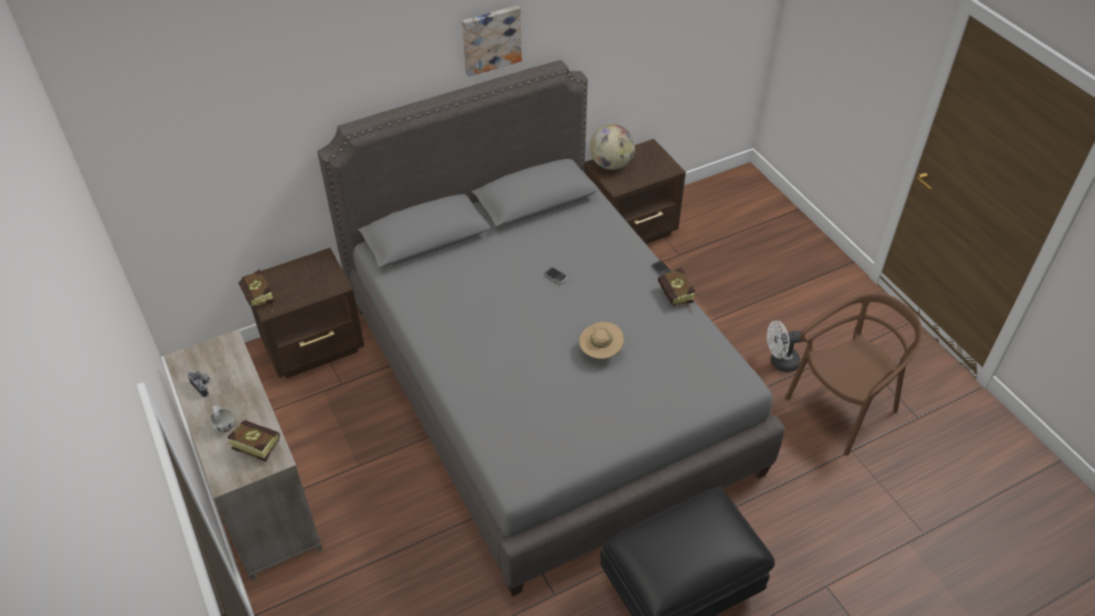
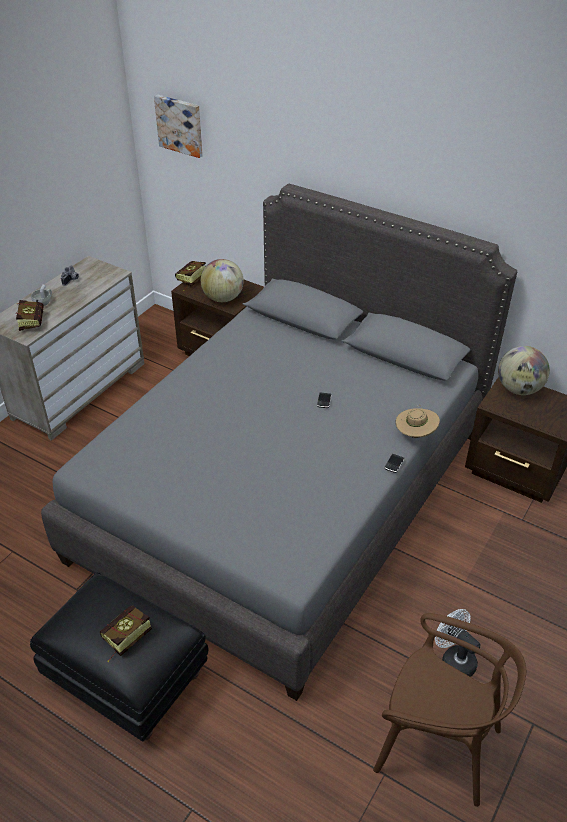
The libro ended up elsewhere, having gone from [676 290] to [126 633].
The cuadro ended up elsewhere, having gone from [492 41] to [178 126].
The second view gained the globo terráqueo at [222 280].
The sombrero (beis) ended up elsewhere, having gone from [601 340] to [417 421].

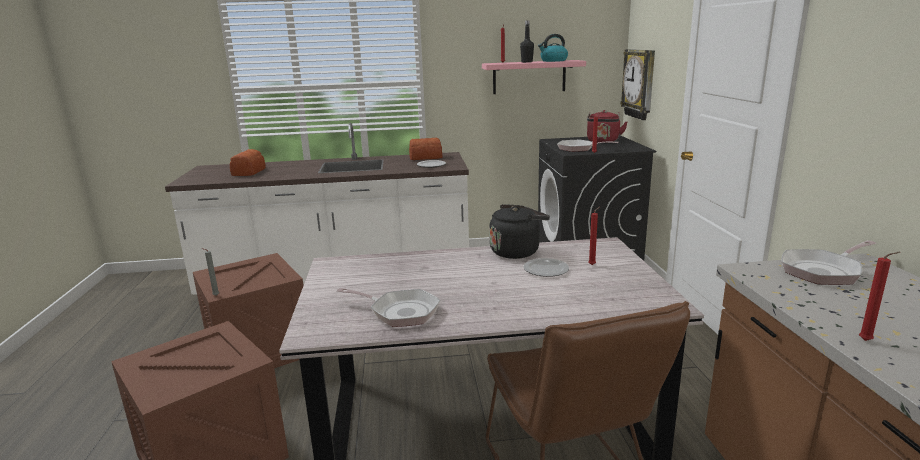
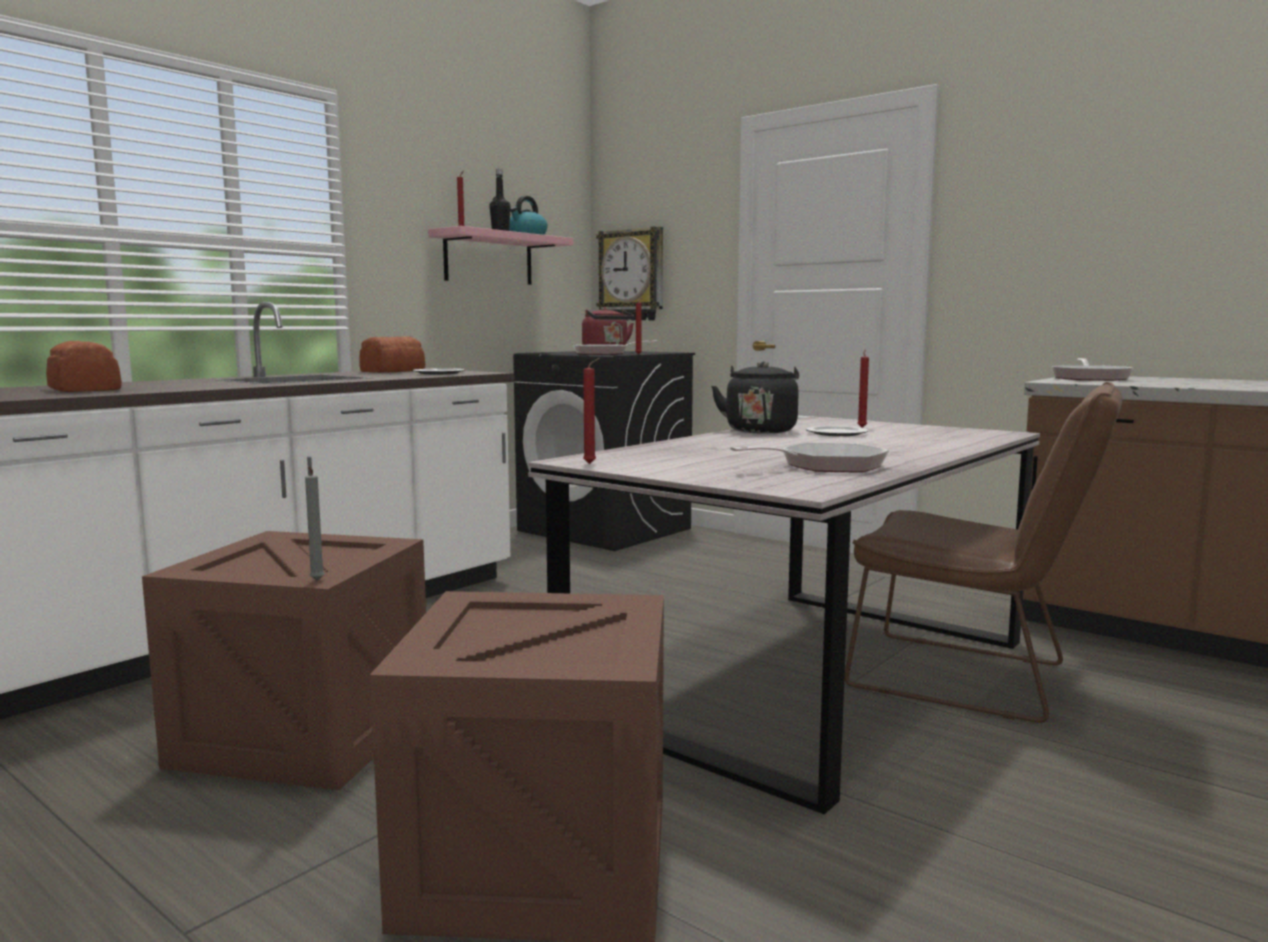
The vela (rojo) ended up elsewhere, having gone from [879 296] to [591 411].

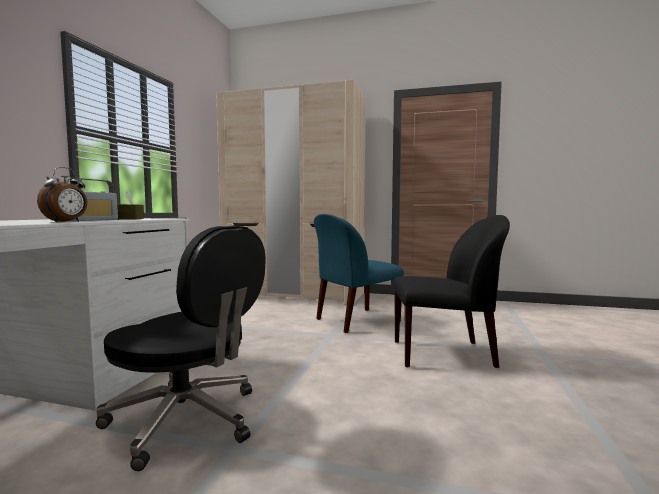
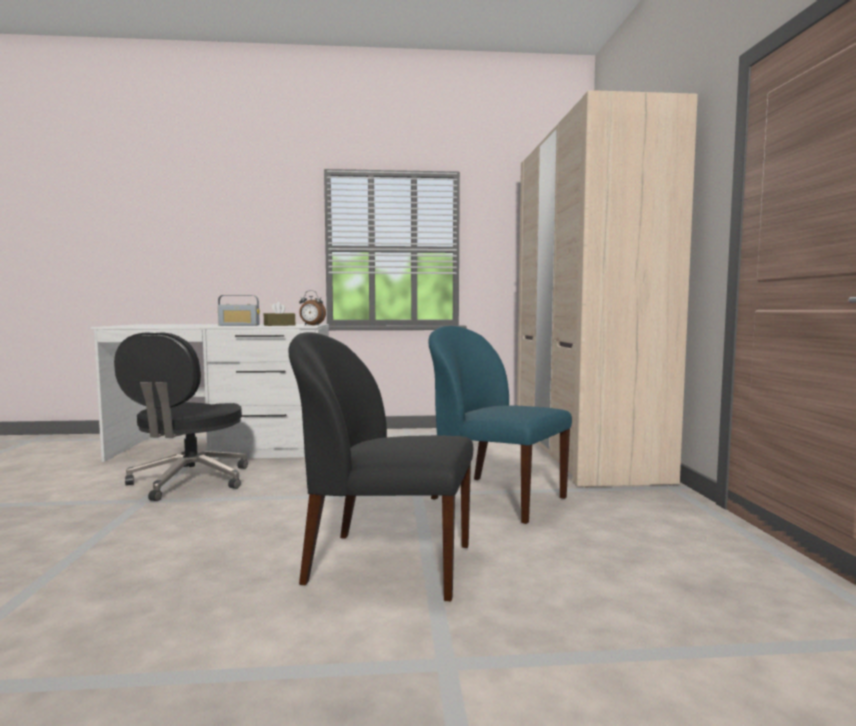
The silla (negro) at [451 291] ended up facing another way, 120 degrees clockwise from before.
The despertador ended up elsewhere, having gone from [62 194] to [312 308].

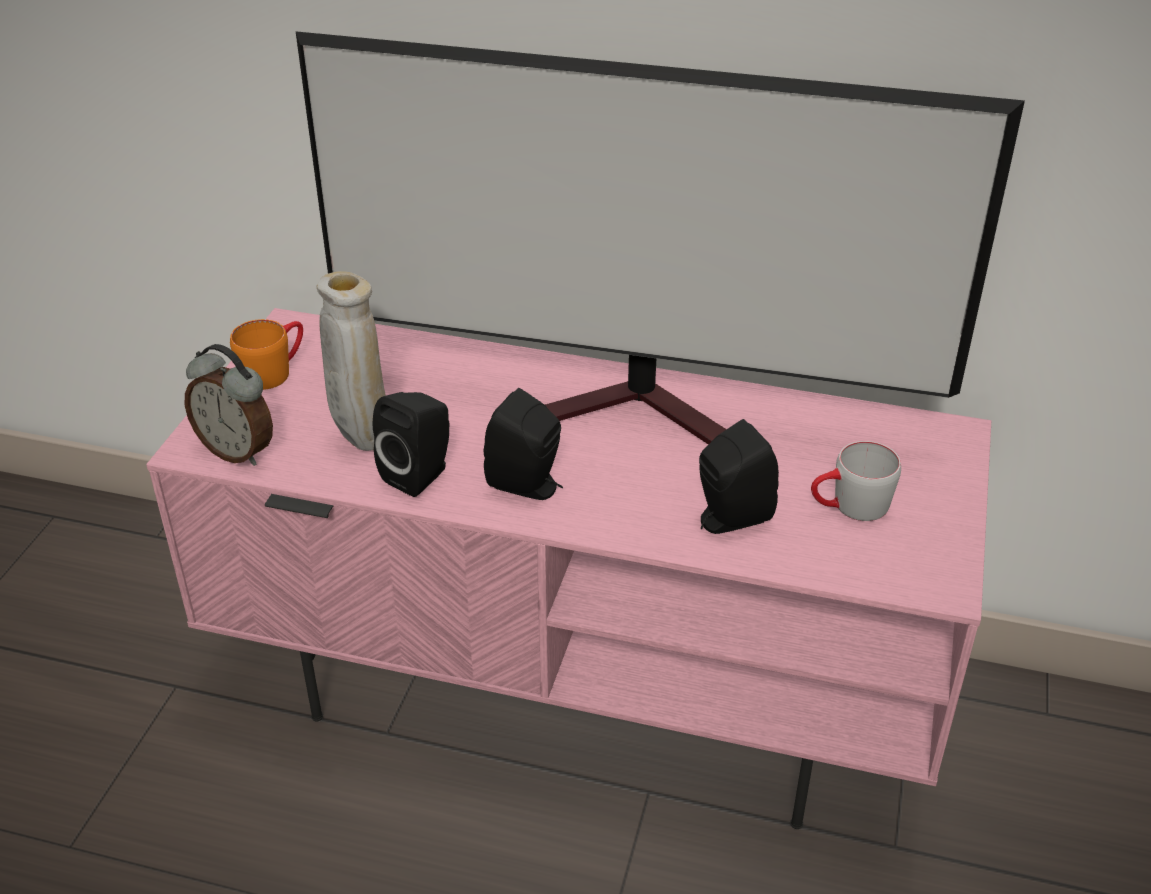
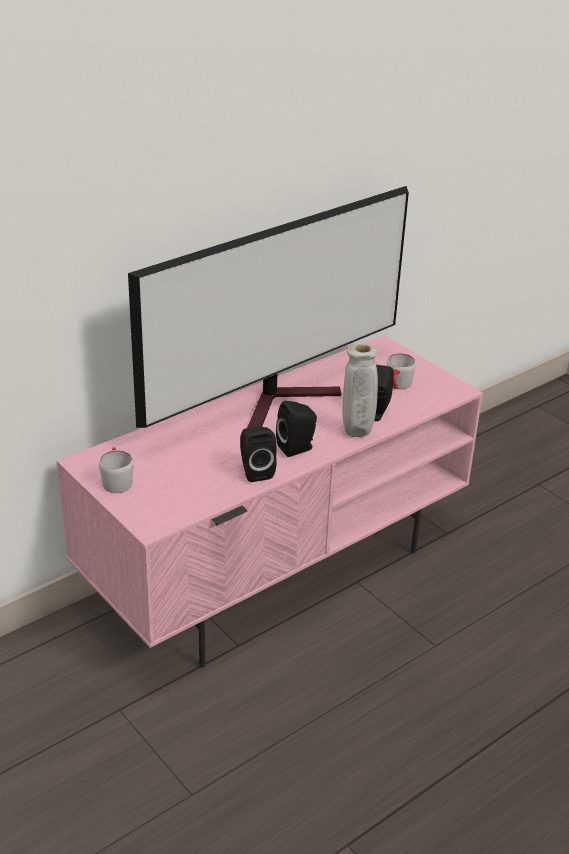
What was the taza grande (naranja) at [266 354] turned into the taza grande (gris) at [116 470].
The florero (beis) ended up elsewhere, having gone from [351 361] to [360 390].
The second view lost the despertador at [229 405].

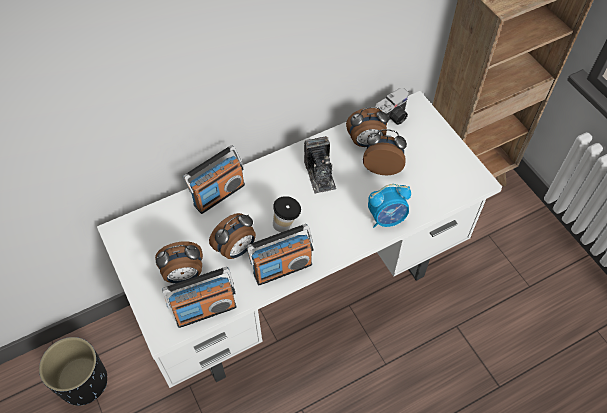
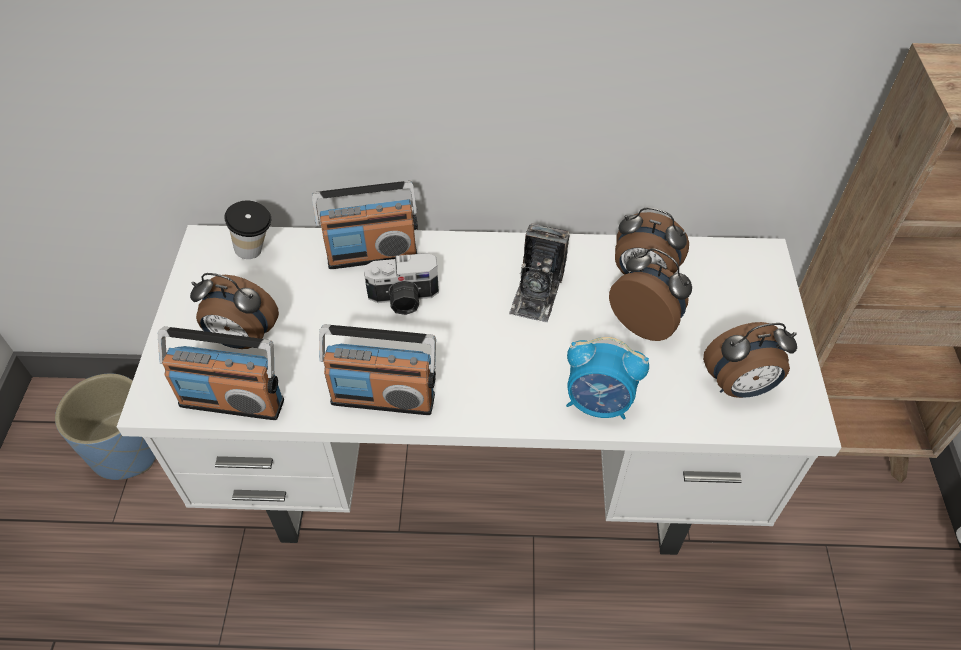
What was the maceta (negro) at [73 371] turned into the maceta (azul) at [105 427].
The taza ended up elsewhere, having gone from [287 214] to [247 230].
The cámara ended up elsewhere, having gone from [392 106] to [401 284].
The despertador ended up elsewhere, having gone from [232 236] to [750 360].

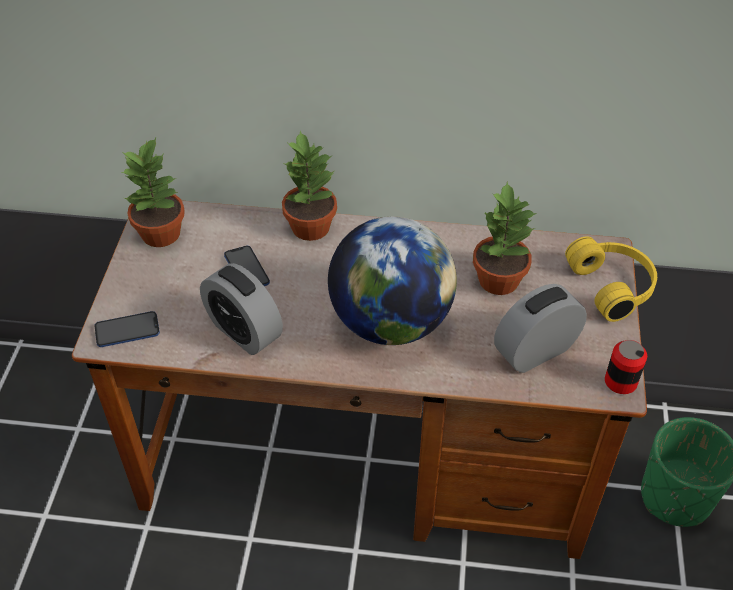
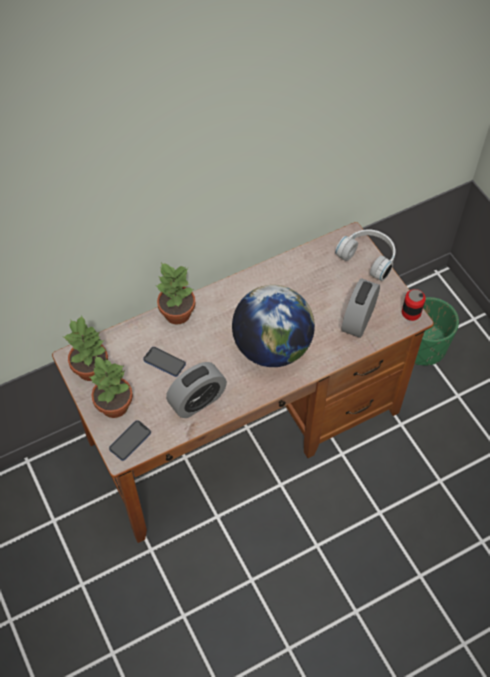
The planta en maceta ended up elsewhere, having gone from [505 238] to [111 386].
The despertador at [241 309] ended up facing another way, 45 degrees counterclockwise from before.
What was the auriculares (amarillo) at [611 279] turned into the auriculares (blanco) at [365 255].

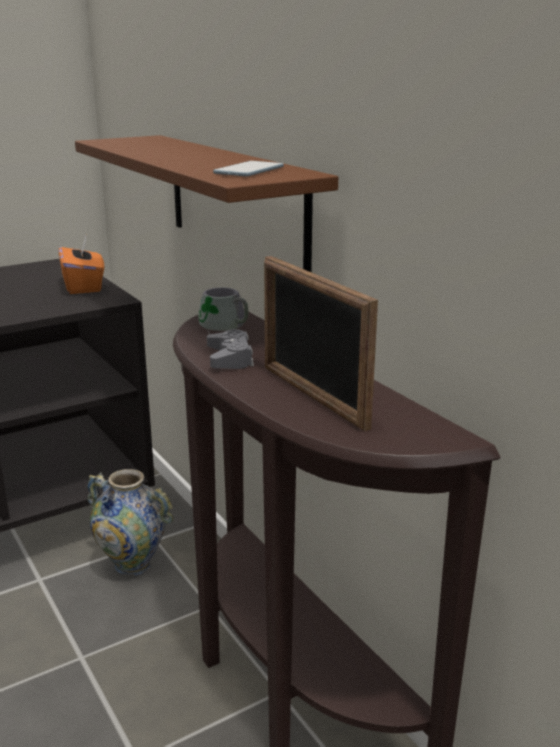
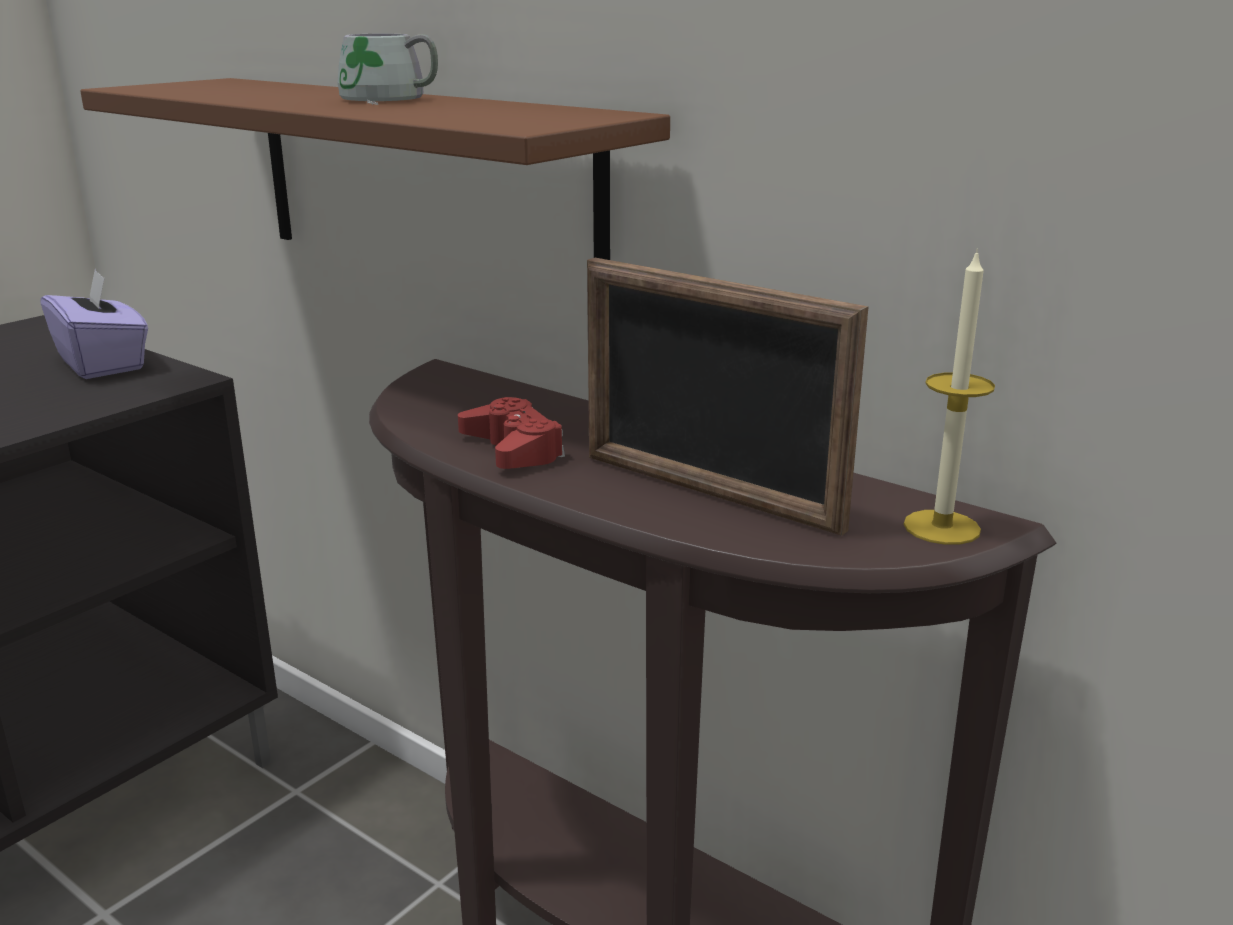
What was the caja de pañuelos (naranja) at [81 265] turned into the caja de pañuelos (morado) at [94 324].
The taza grande (gris) ended up elsewhere, having gone from [223 311] to [388 69].
What was the mando de consola (gris) at [230 349] turned into the mando de consola (rojo) at [511 433].
The second view gained the vela at [949 397].
The second view lost the florero at [130 522].
The second view lost the móvil at [248 168].

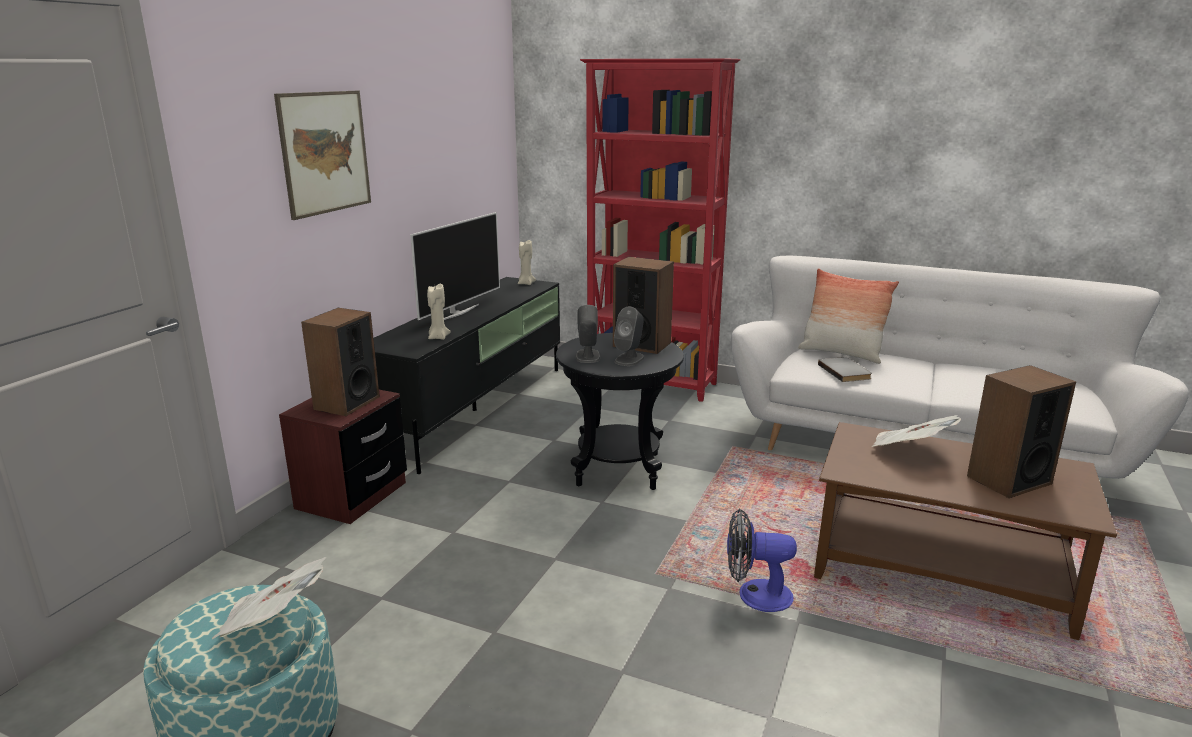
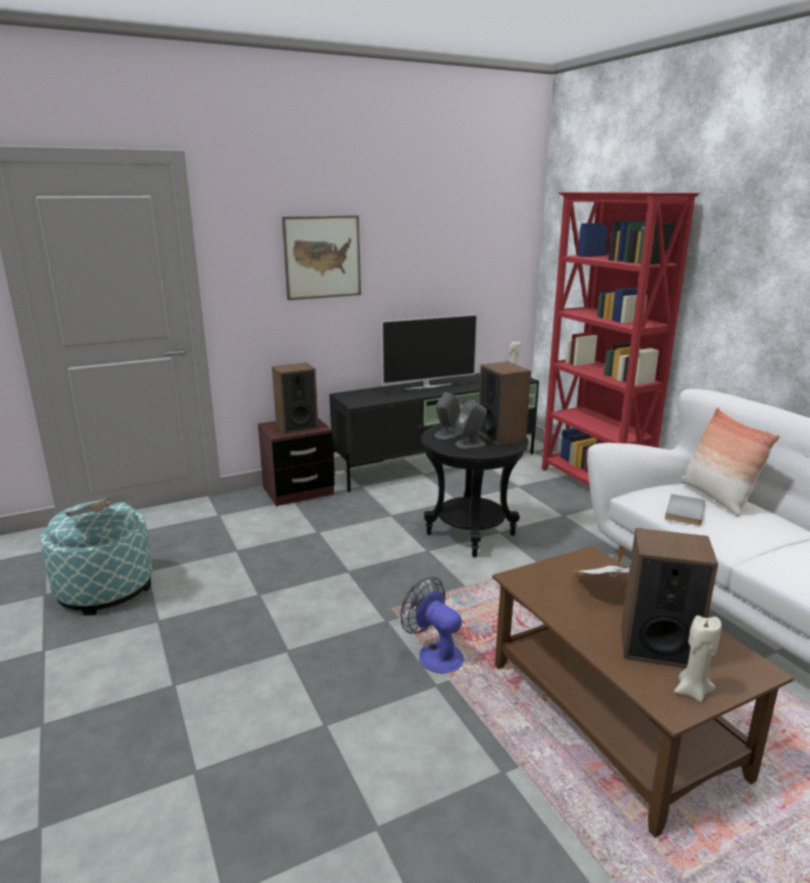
The vela (beis) ended up elsewhere, having gone from [439 312] to [698 658].

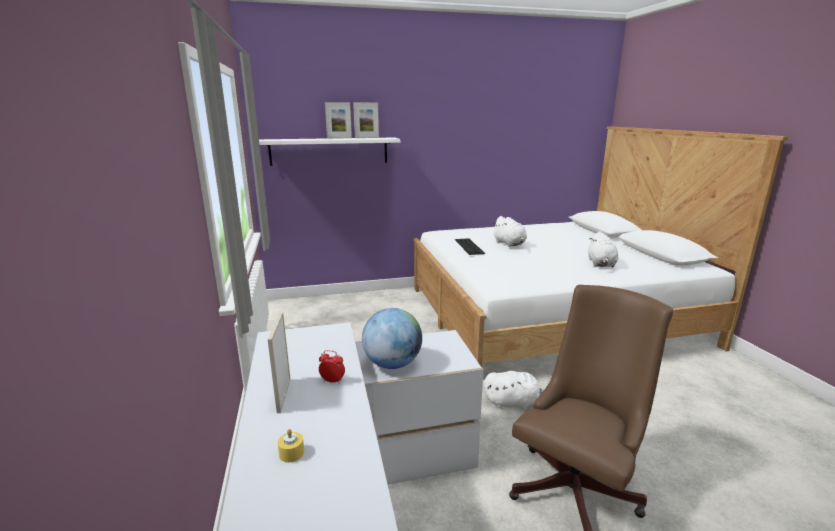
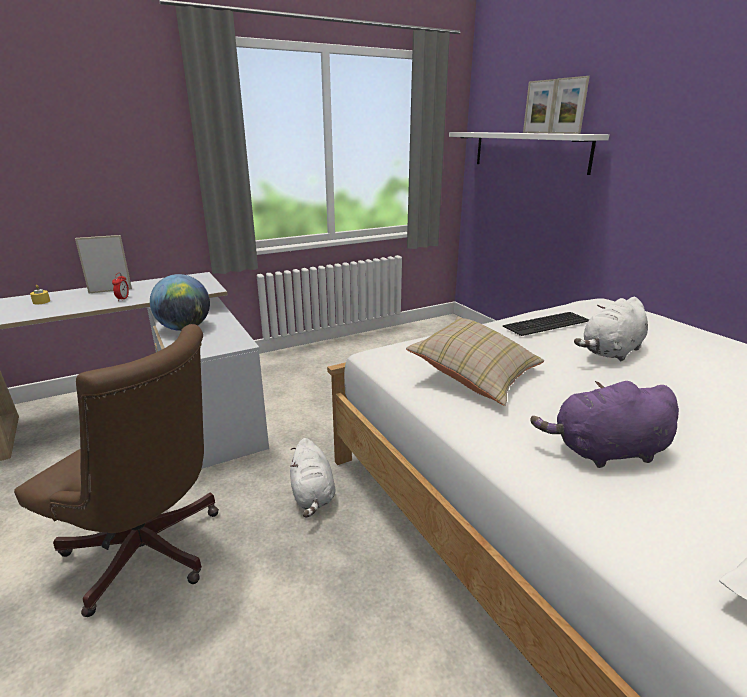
The second view gained the cojín (beis) at [475 361].
What was the peluche (blanco) at [603 249] turned into the peluche (morado) at [605 424].

